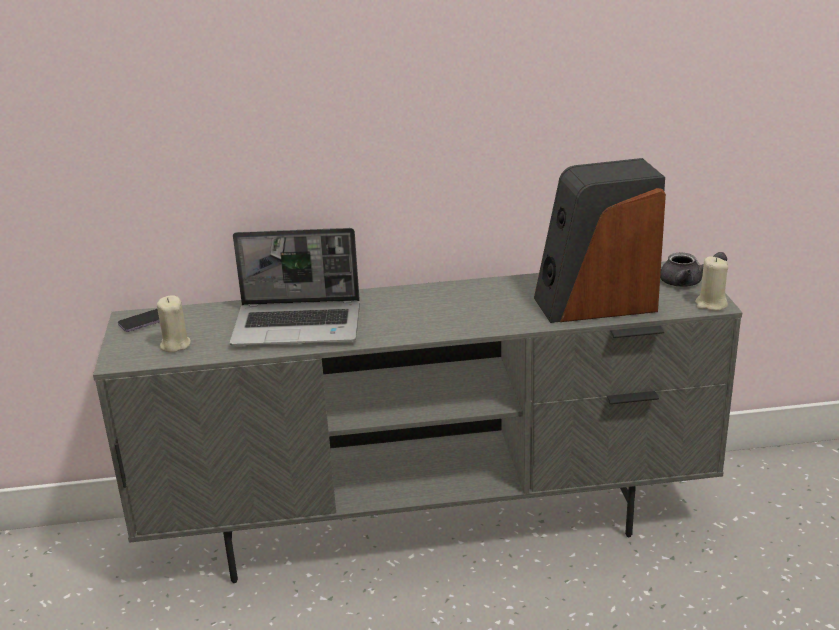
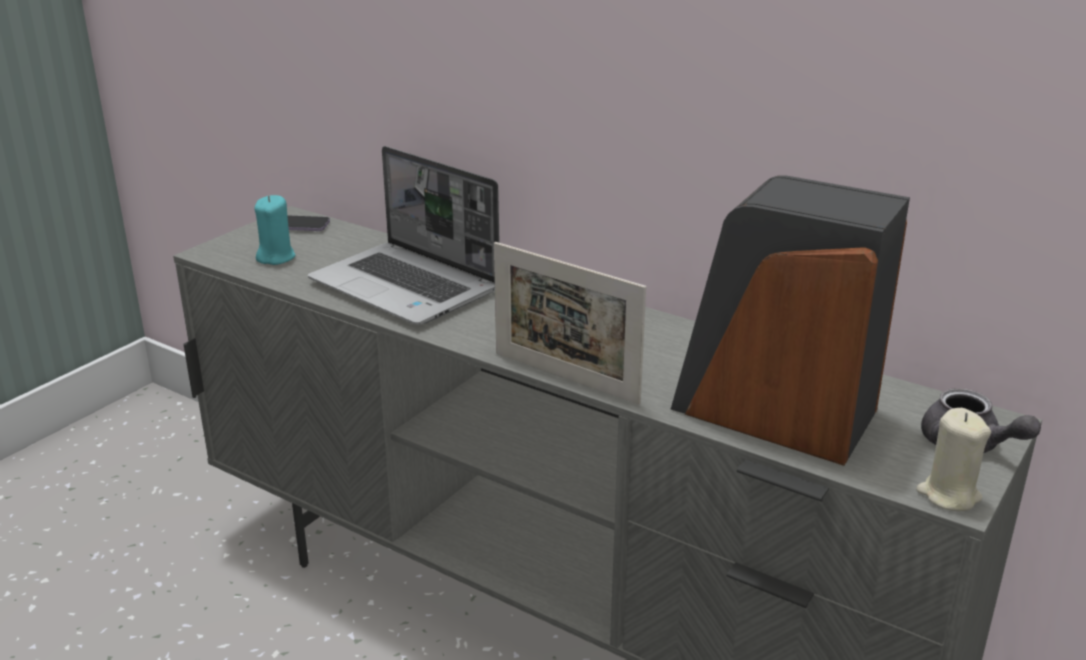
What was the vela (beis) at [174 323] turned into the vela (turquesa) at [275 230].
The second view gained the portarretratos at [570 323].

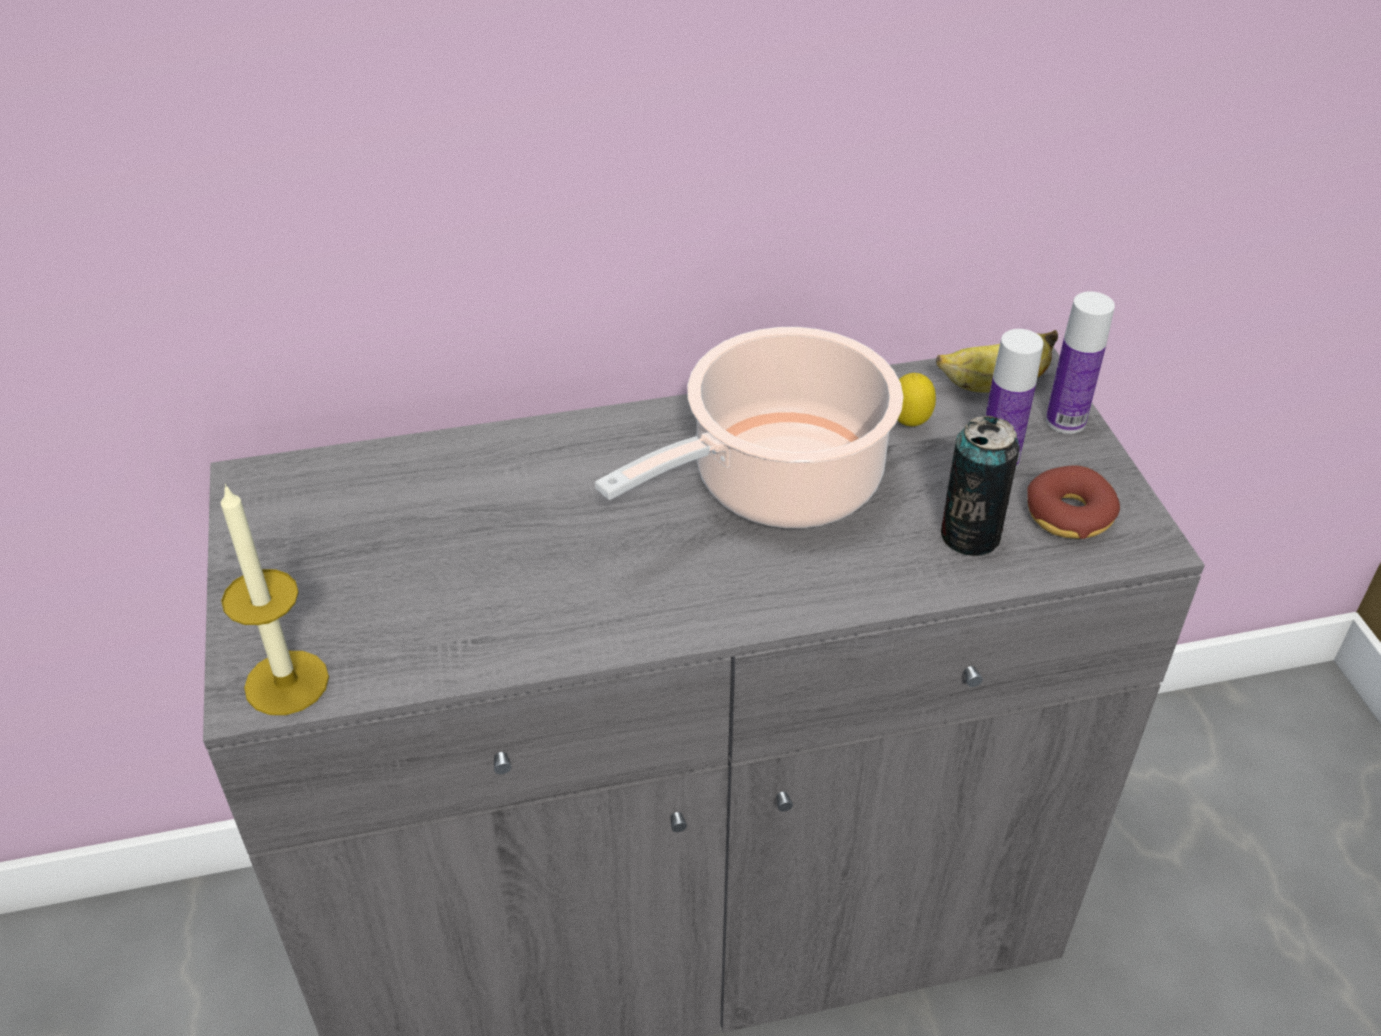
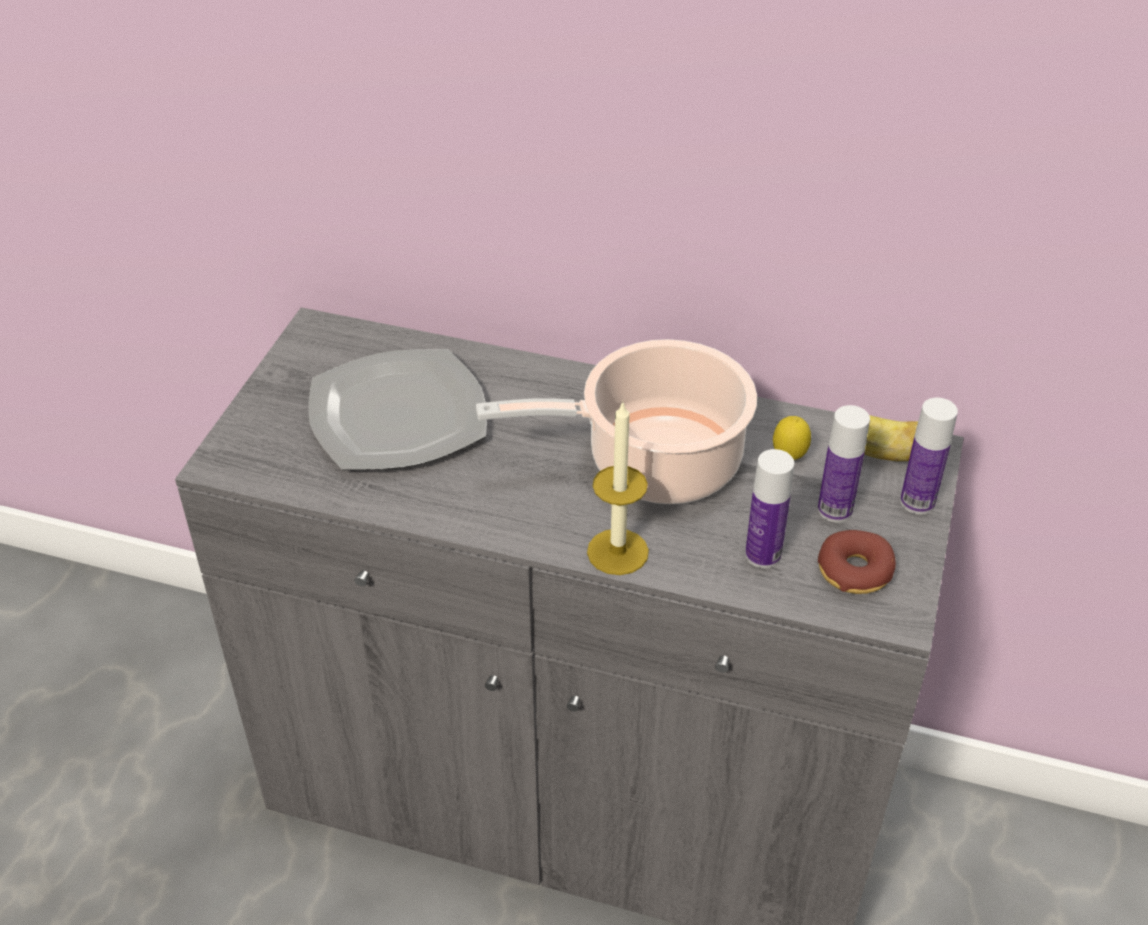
The second view gained the plato at [397 409].
The vela ended up elsewhere, having gone from [275 599] to [618 488].
Where the lata stood at [980 486], the botella came to stand at [769 508].

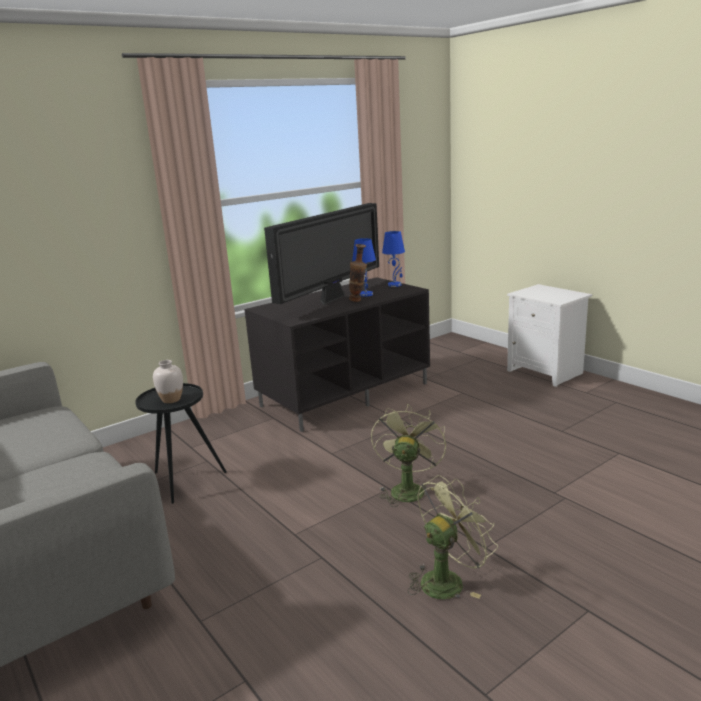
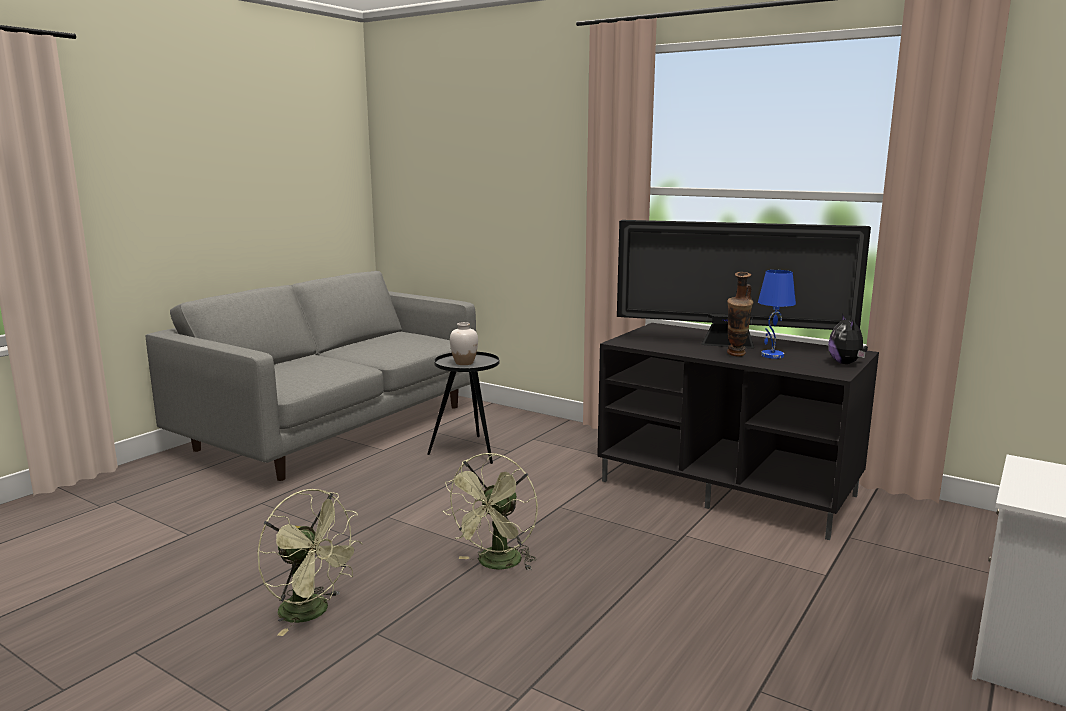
The ventilador (verde) at [408 455] ended up facing another way, 120 degrees clockwise from before.
Where the lámpara de mesa (azul) stood at [393 259], the peluche came to stand at [848 339].

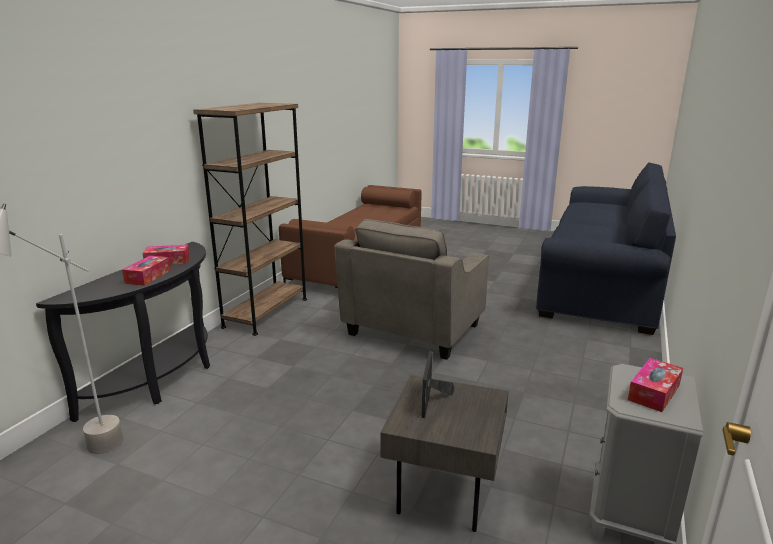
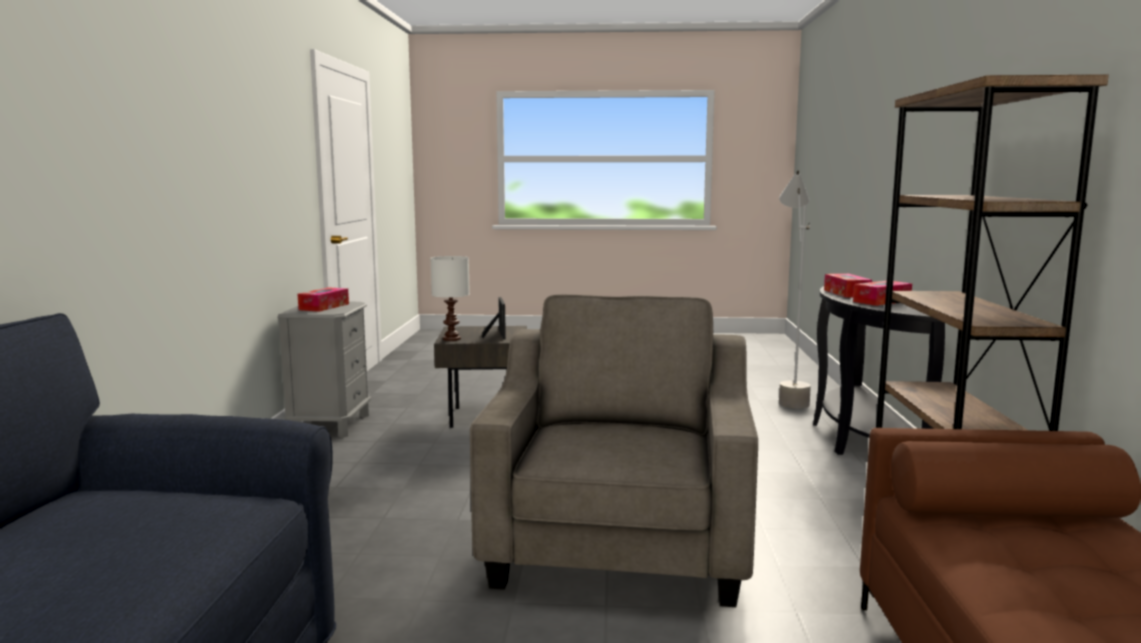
The second view gained the lámpara de mesa (blanco) at [450 298].

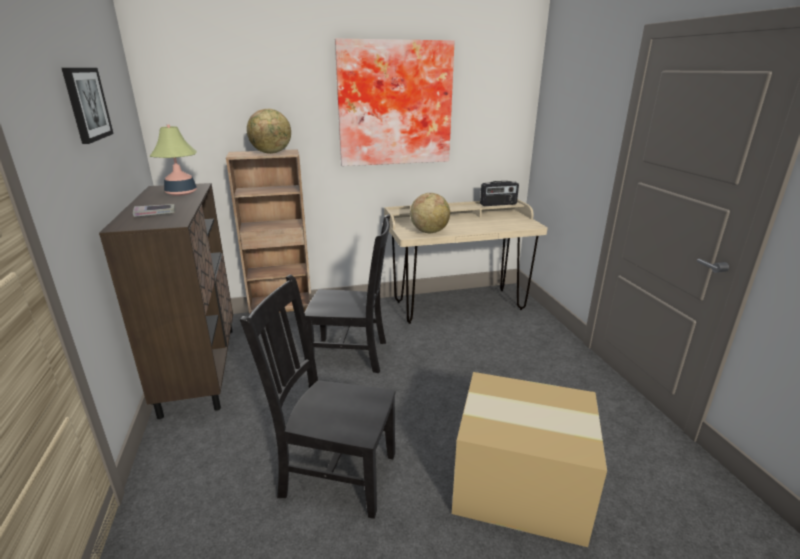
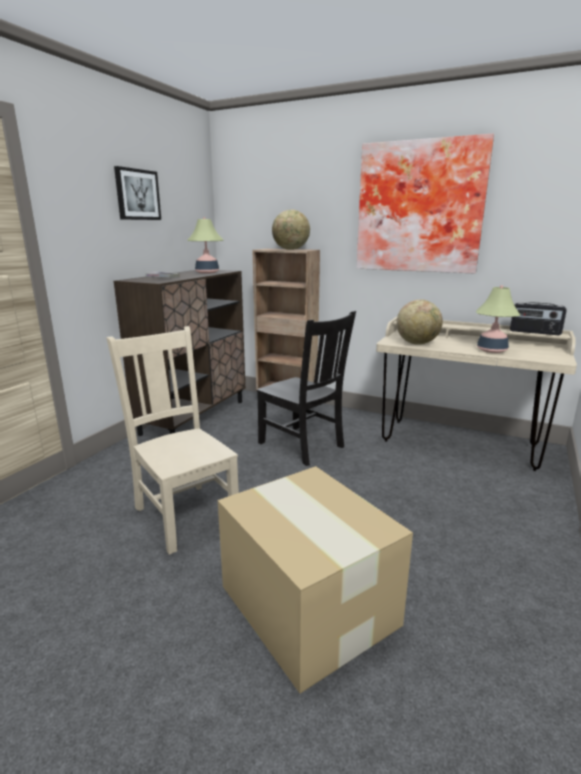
What was the silla (negro) at [318 397] turned into the silla (beis) at [173 440].
The second view gained the lámpara de mesa at [498 319].

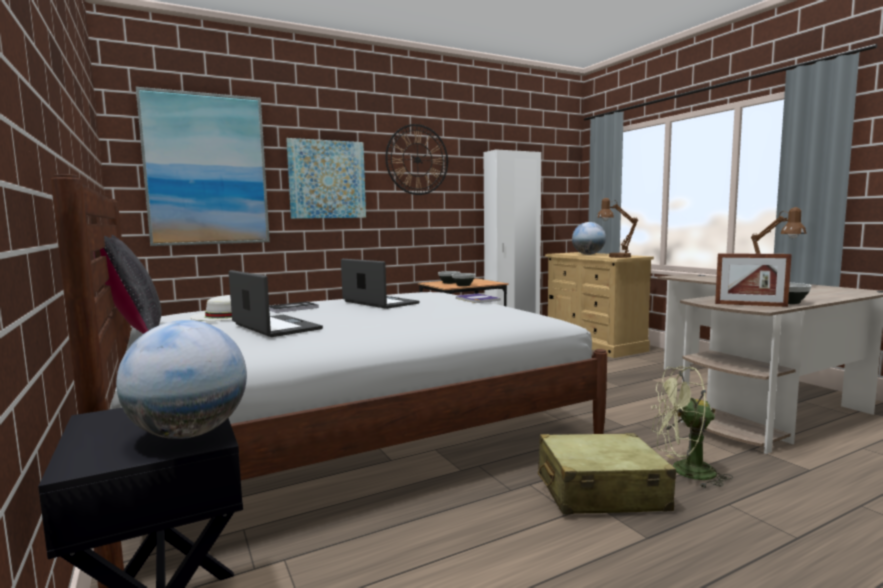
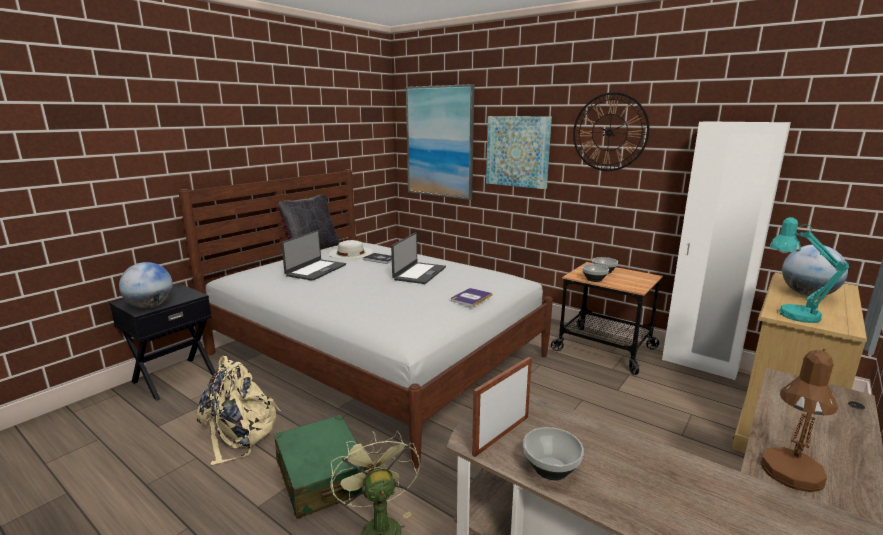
The second view gained the mochila (beis) at [239 410].
What was the maleta (beis) at [607 473] turned into the maleta (verde) at [322 467].
The portarretratos at [753 280] ended up facing another way, 45 degrees clockwise from before.
What was the lámpara de mesa (marrón) at [617 228] turned into the lámpara de mesa (turquesa) at [809 270].

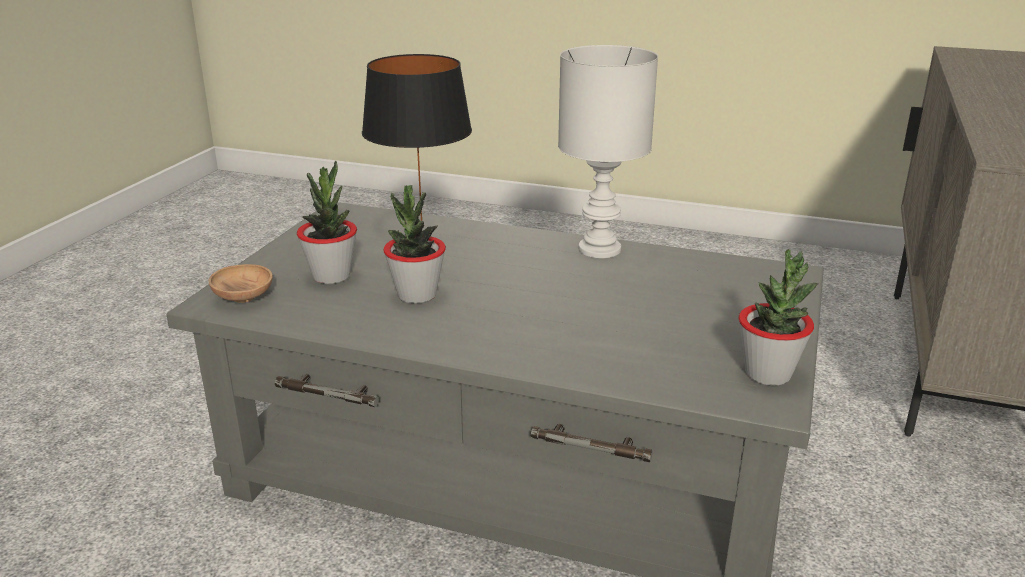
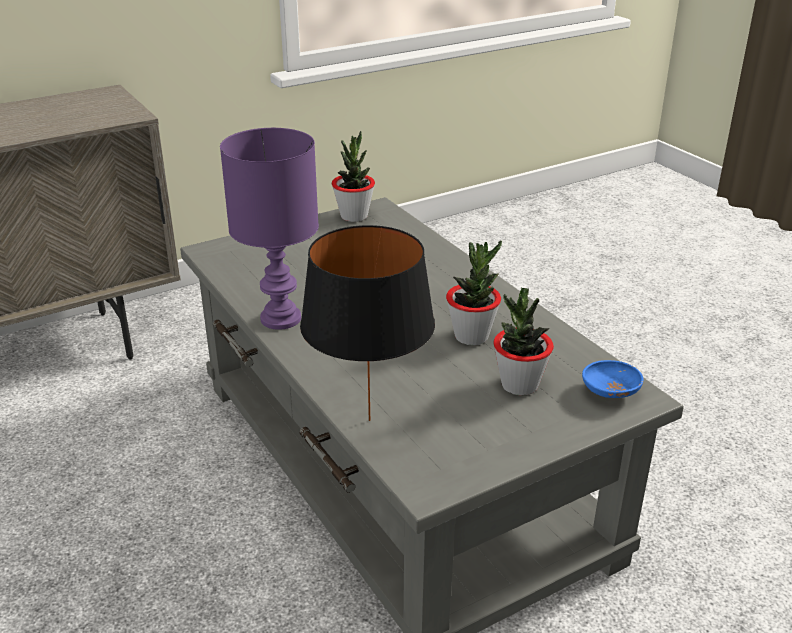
What was the lámpara de mesa (blanco) at [608 151] turned into the lámpara de mesa (morado) at [269 229].
What was the cuenco (marrón) at [240 283] turned into the cuenco (azul) at [613 379].

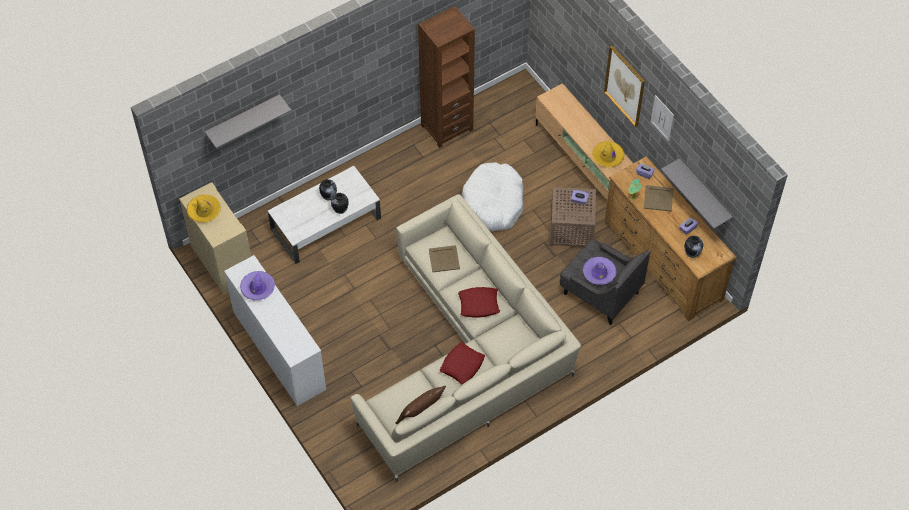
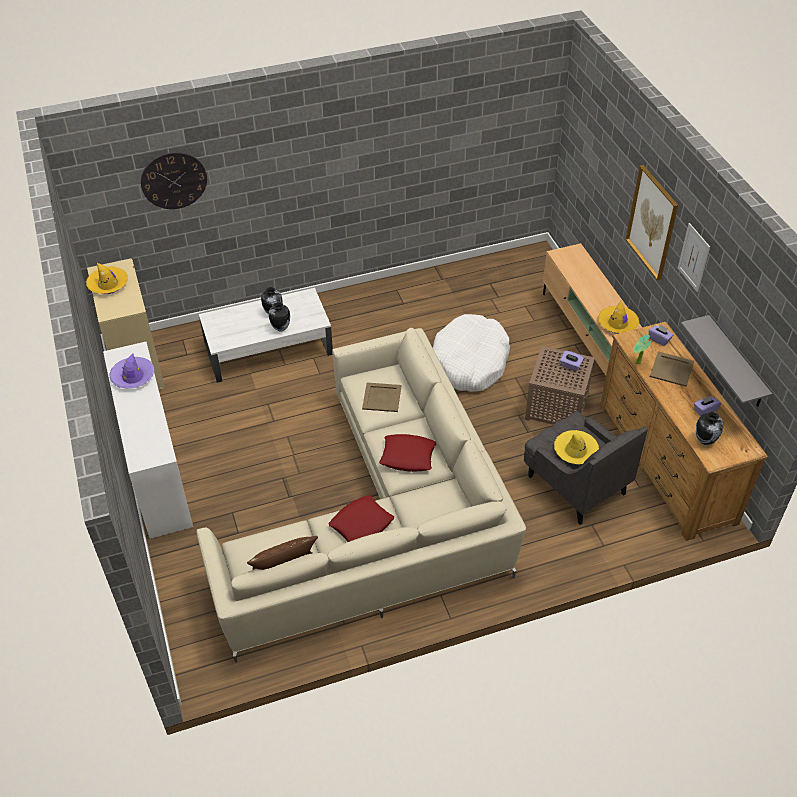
Where the estante (gris) hung at [248 121], the reloj de pared came to hang at [174 180].
What was the sombrero (morado) at [600 271] turned into the sombrero (amarillo) at [576 447].
The second view lost the estantería (marrón) at [446 77].

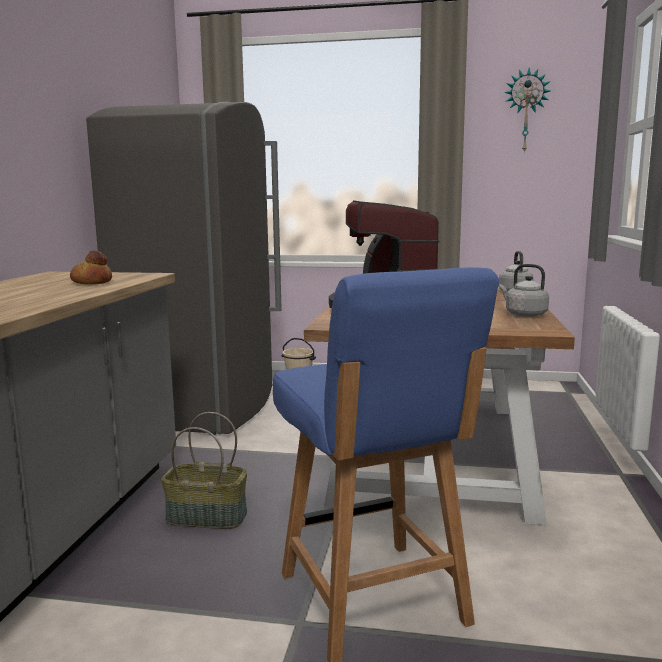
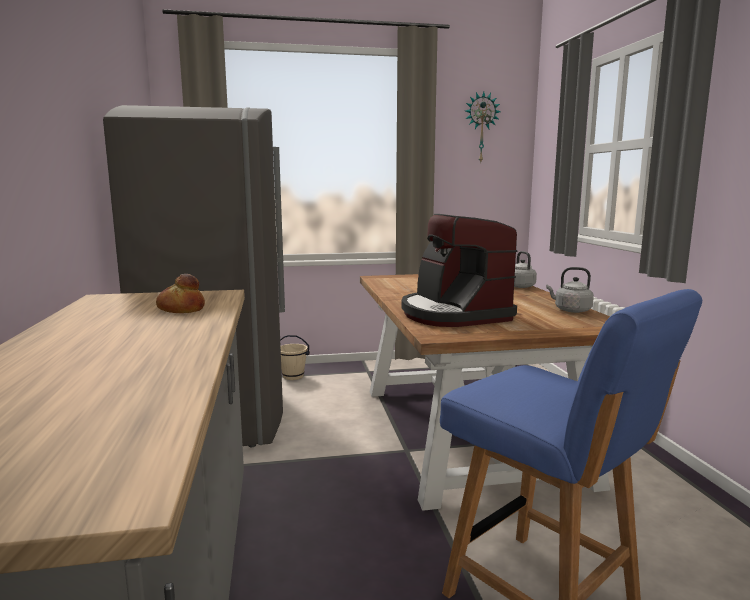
The second view lost the cesta at [204 470].

